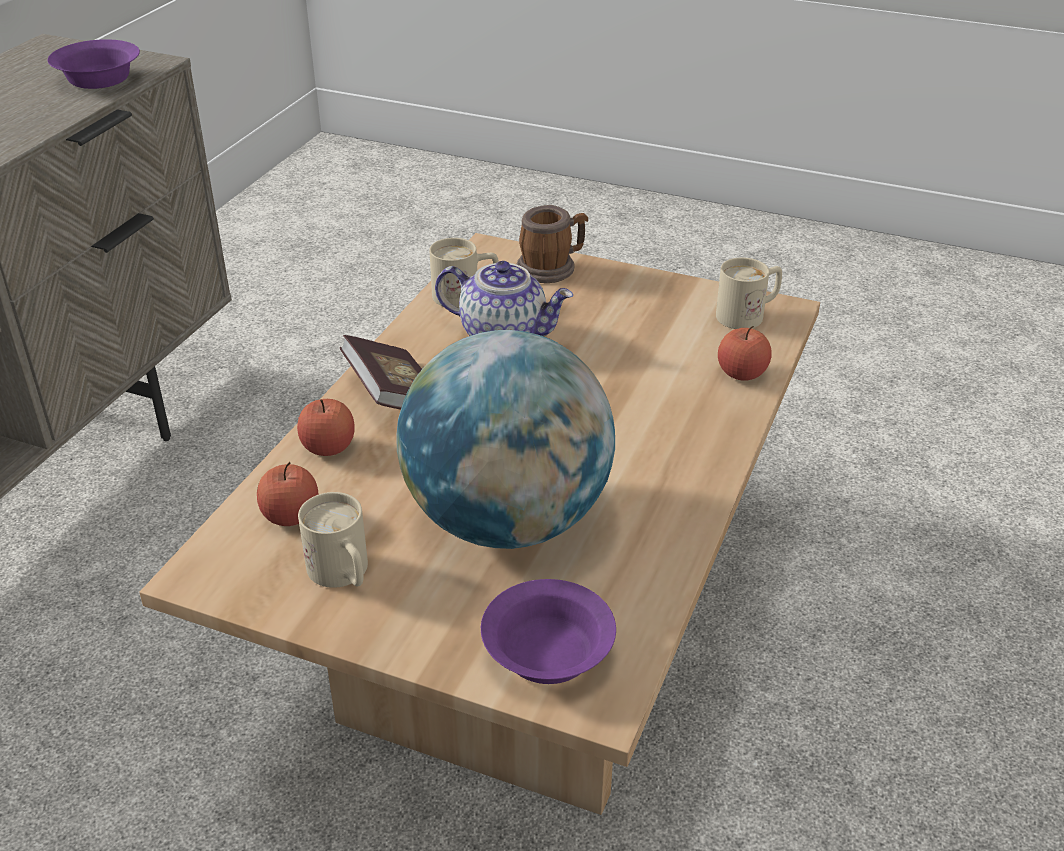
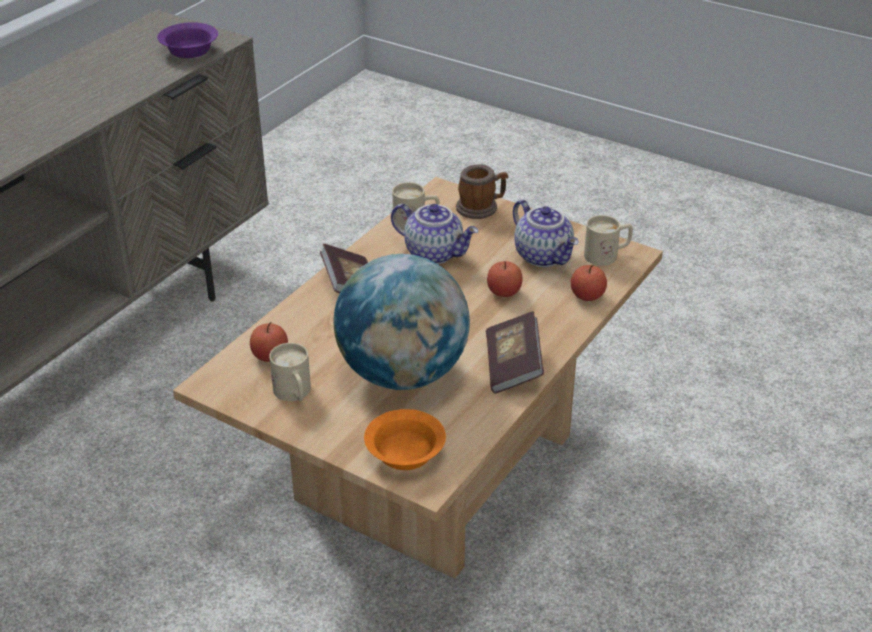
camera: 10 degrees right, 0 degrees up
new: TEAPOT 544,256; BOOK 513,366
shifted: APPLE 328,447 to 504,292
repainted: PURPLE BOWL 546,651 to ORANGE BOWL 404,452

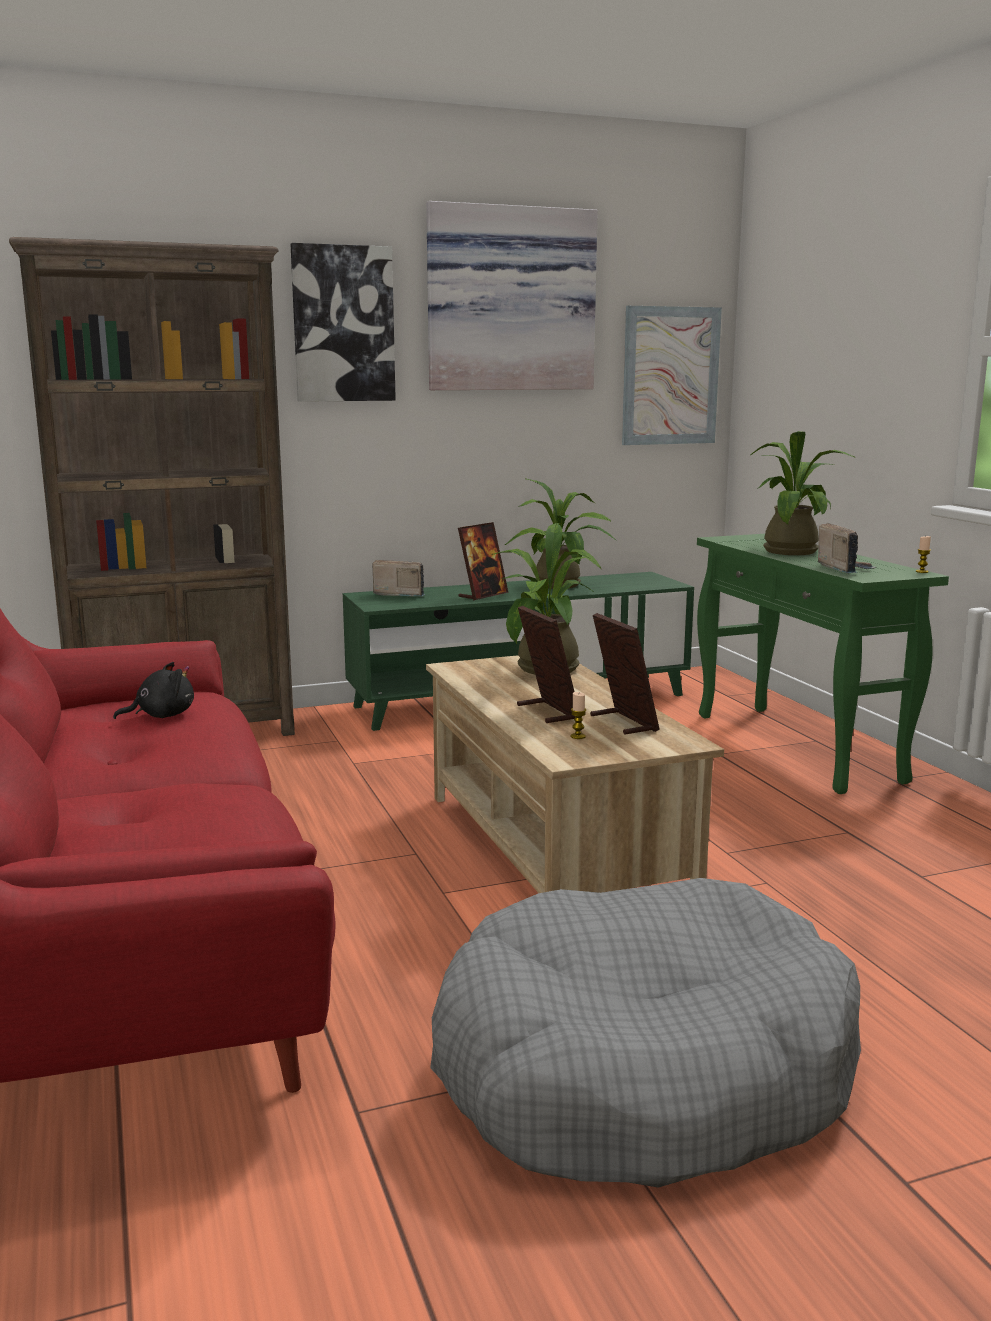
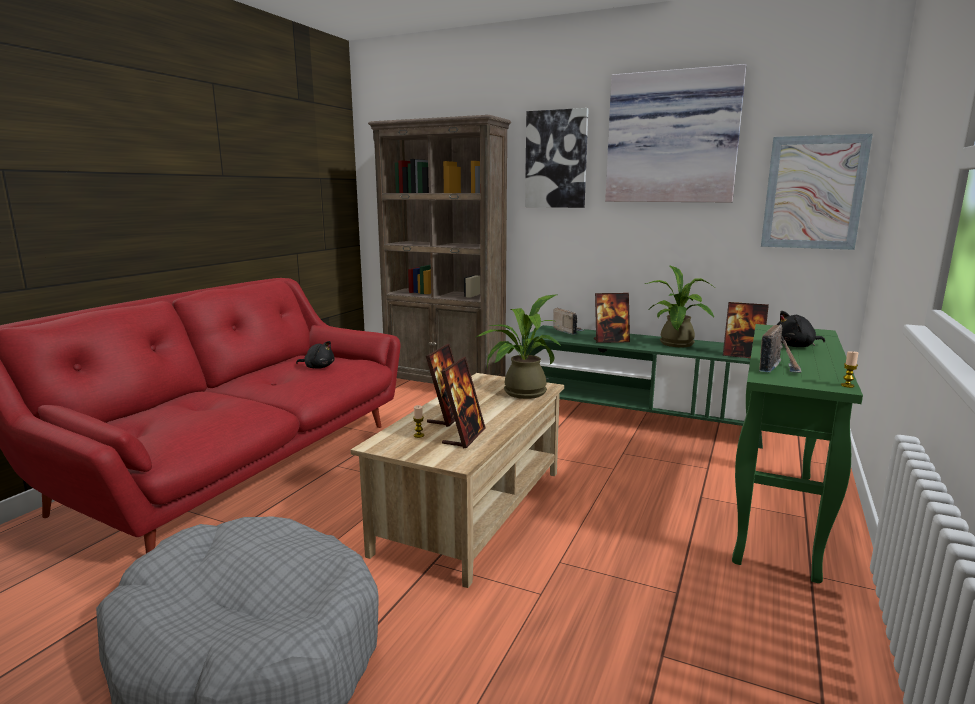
camera: 45 degrees right, 0 degrees up
new: PICTURE FRAME 742,355
swapped: POTTED PLANT 793,550 to BLACK PLUSH TOY 795,346

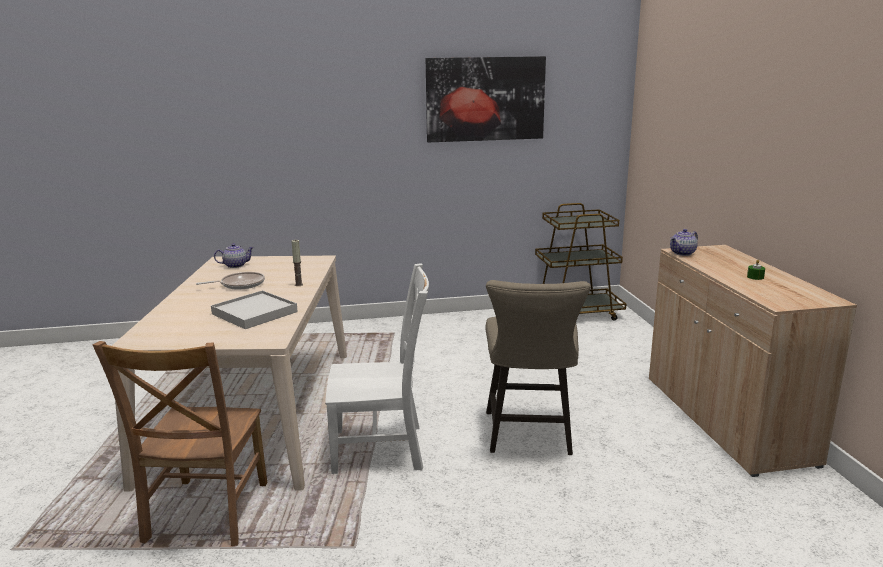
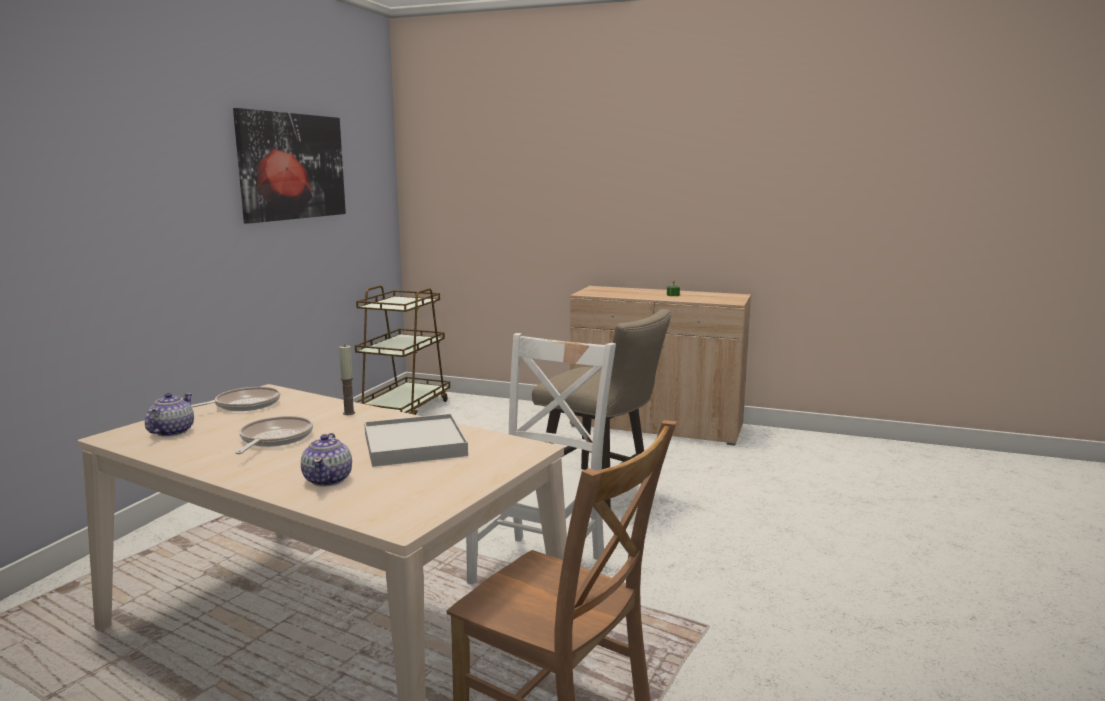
camera: 60 degrees left, 5 degrees down
new: FRYING PAN 243,405
shifted: TEAPOT 683,253 to 328,479

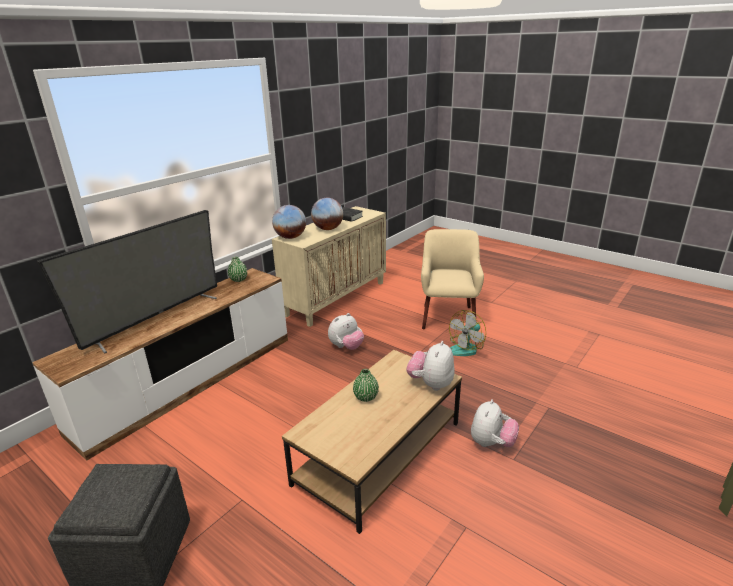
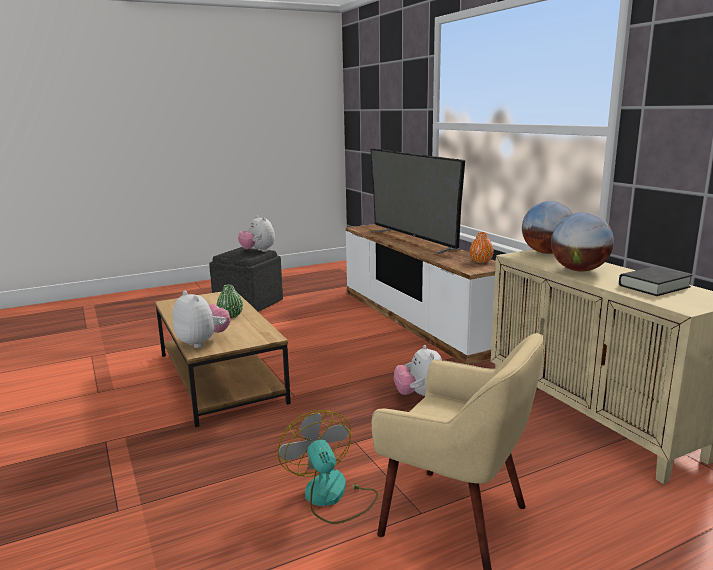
camera: 115 degrees right, 10 degrees down
shifted: PLUSH TOY 491,443 to 258,251
repainted: GREEN VASE 238,279 to ORANGE VASE 481,261

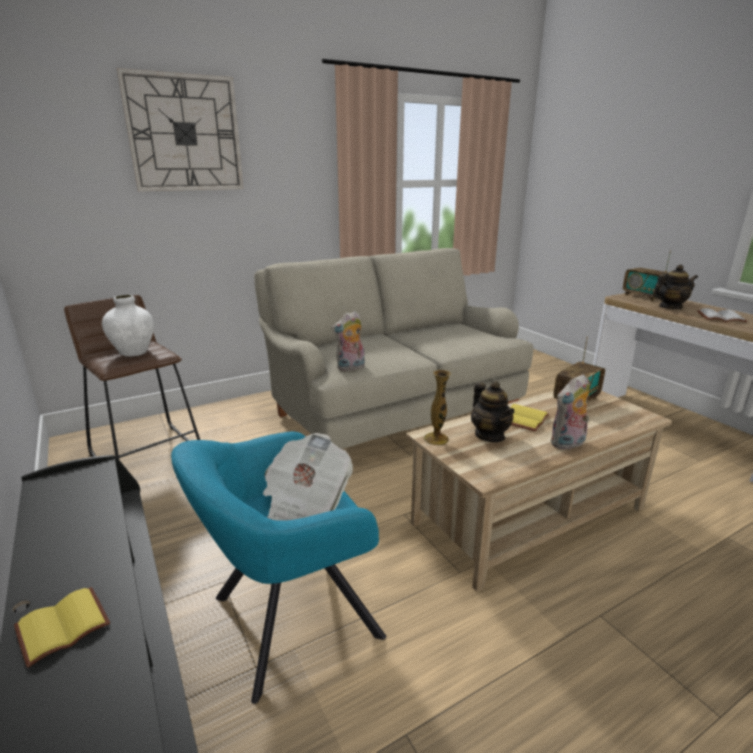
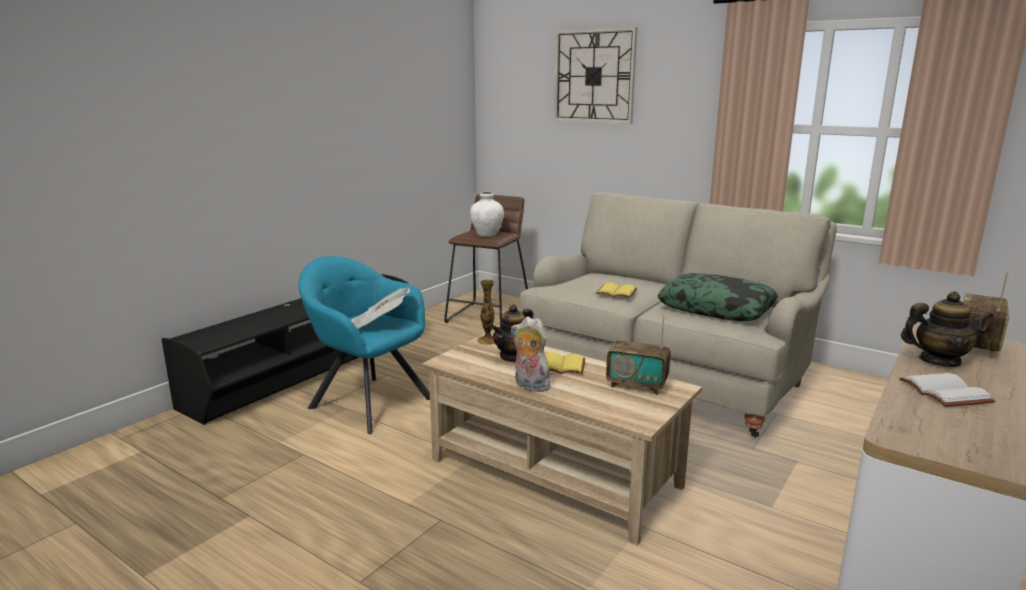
camera: 65 degrees right, 5 degrees down
gone: PLUSH TOY 350,368
new: PILLOW 716,308
shifted: YELLOW BOOK 64,624 to 617,292
rotated: TEAPOT 670,307 = 939,361 45 degrees counterclockwise

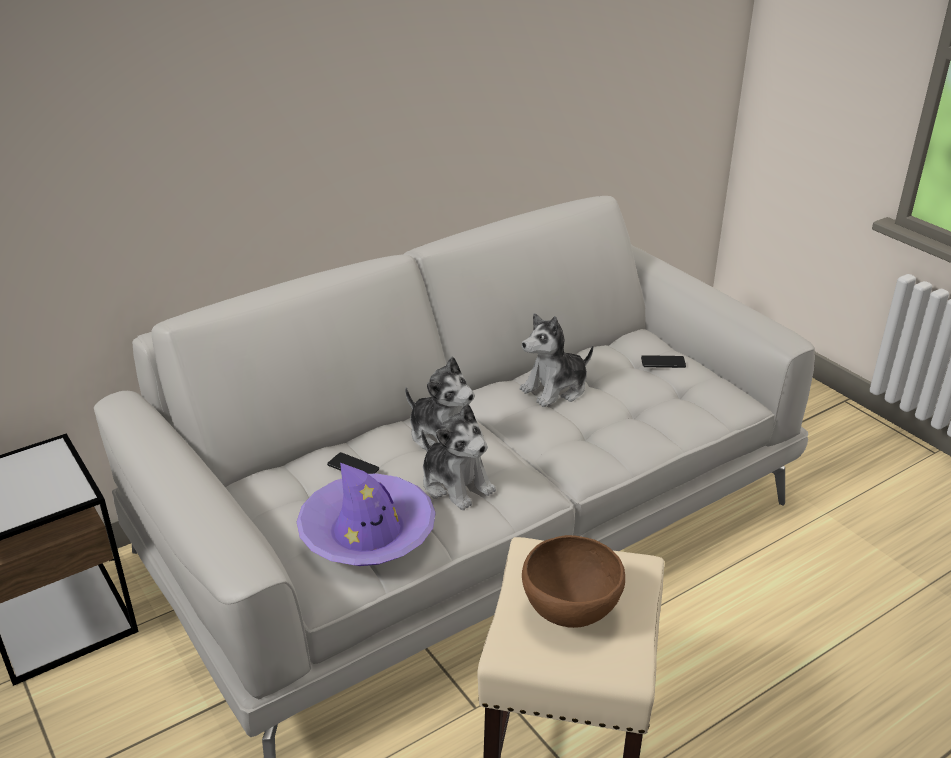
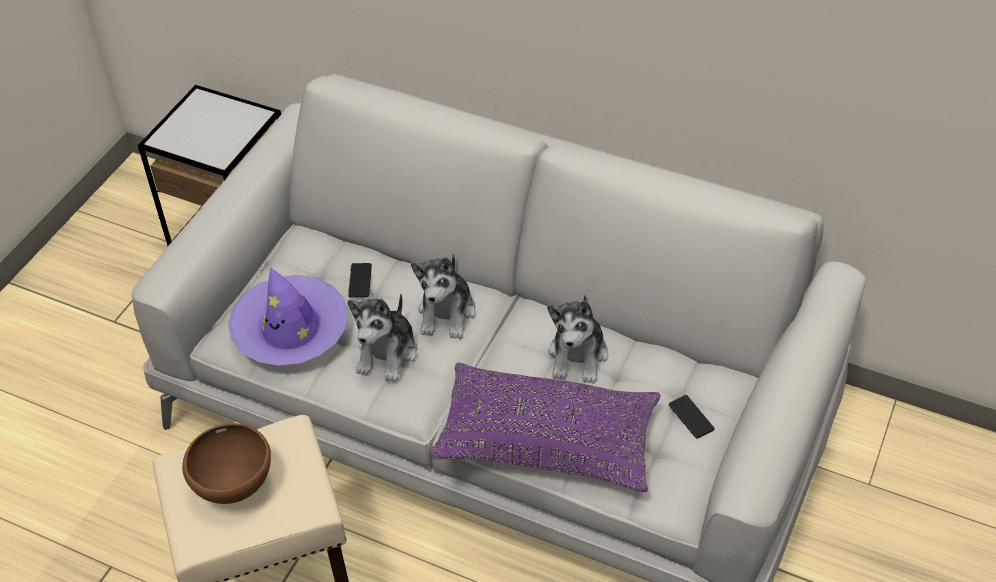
camera: 60 degrees right, 15 degrees up
new: PURPLE PILLOW 547,441
rotated: PLUSH TOY 555,389 = 578,355 105 degrees counterclockwise

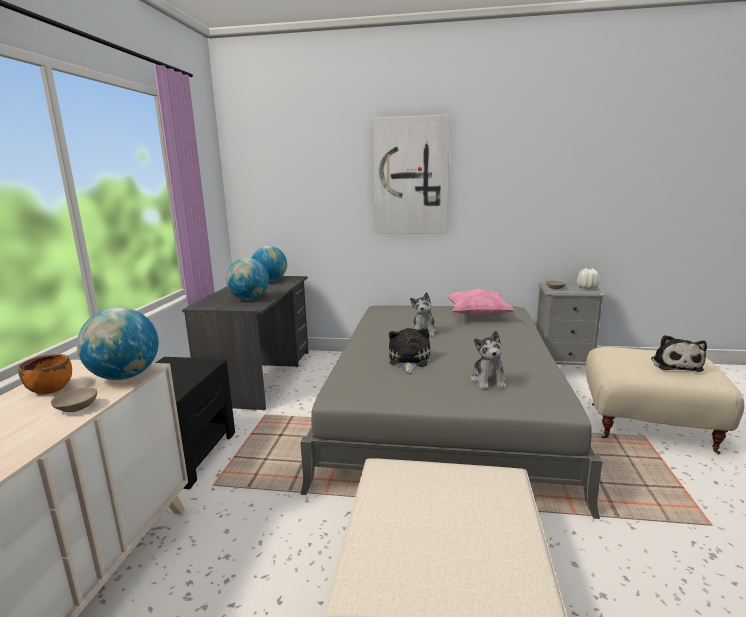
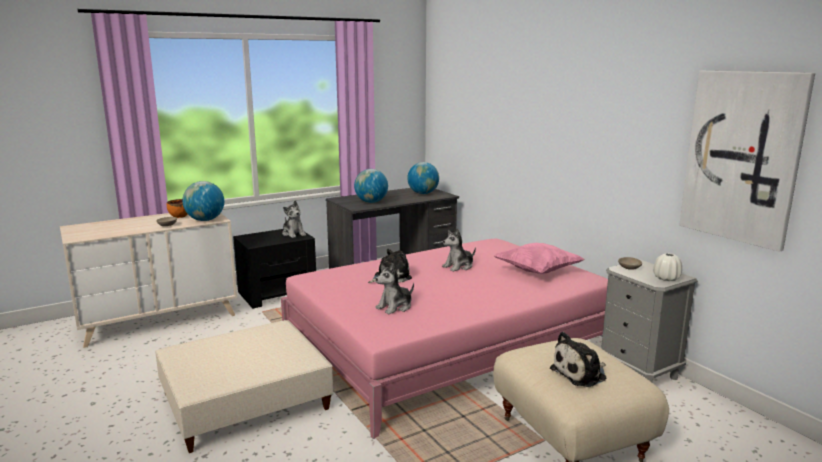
camera: 50 degrees right, 0 degrees up
new: PLUSH TOY 293,234
shifted: PICTURE 411,176 to 742,157
repainted: GREY BED 443,409 to PINK BED 448,342

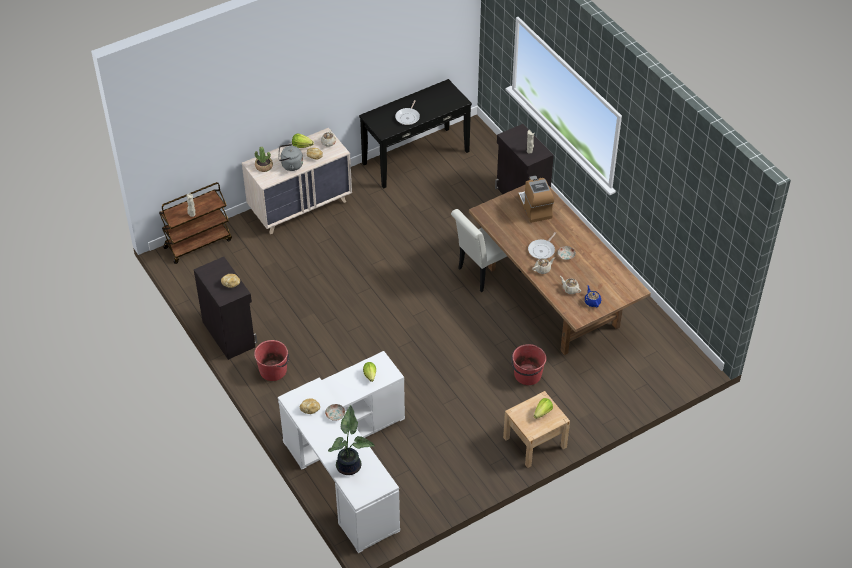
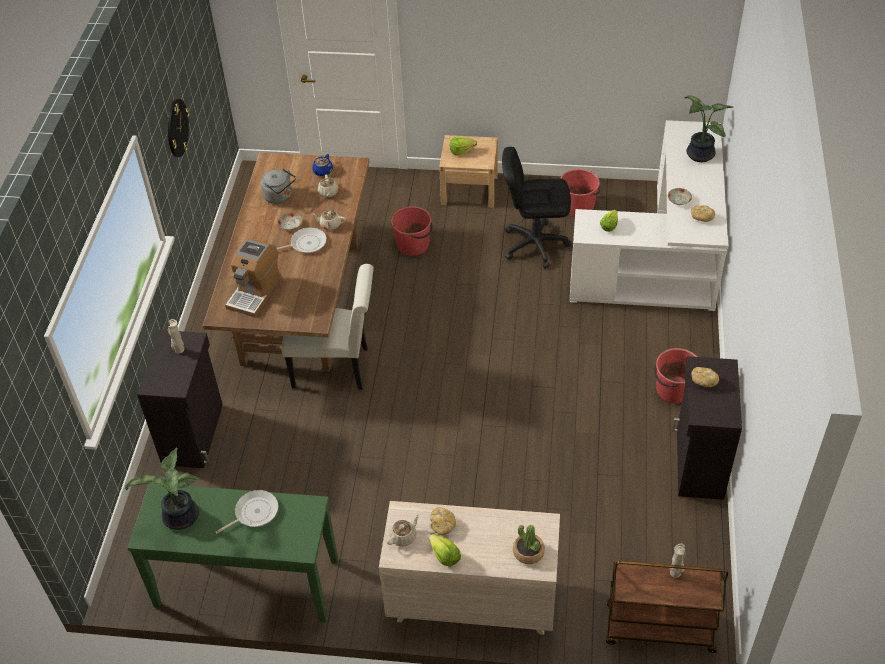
camera: 140 degrees left, 0 degrees up
new: WALL CLOCK 177,128; BLACK OFFICE CHAIR 535,244; RED BUCKET 578,206; POTTED PLANT 180,518
shifted: GREY KETTLE 290,165 to 280,197
repainted: BLACK CONSOLE TABLE 415,157 to GREEN CONSOLE TABLE 247,583

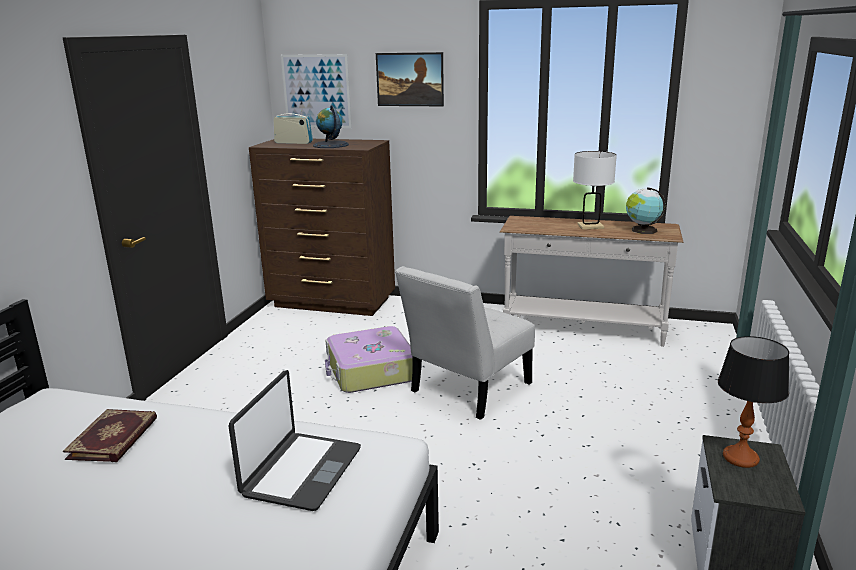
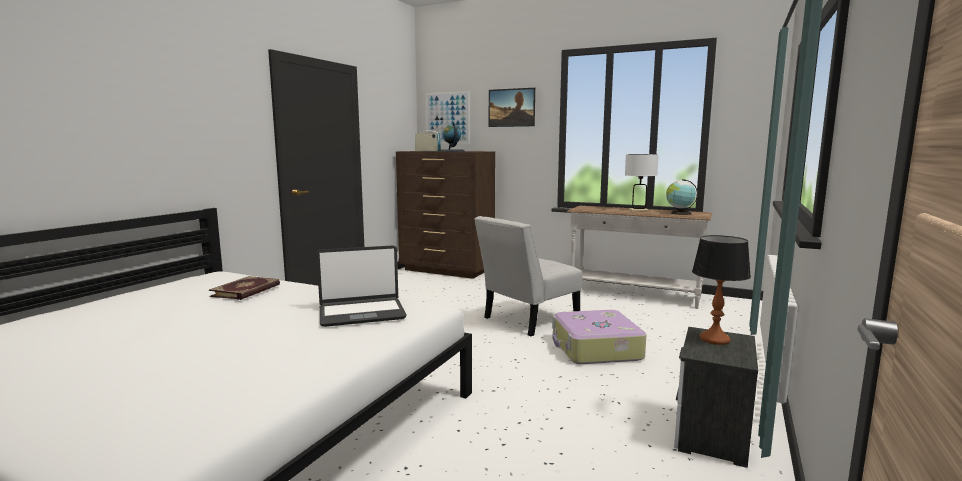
camera: 10 degrees right, 10 degrees down
shifted: SUITCASE 370,371 to 595,349
rotated: LAPTOP 301,471 = 362,313 45 degrees clockwise

